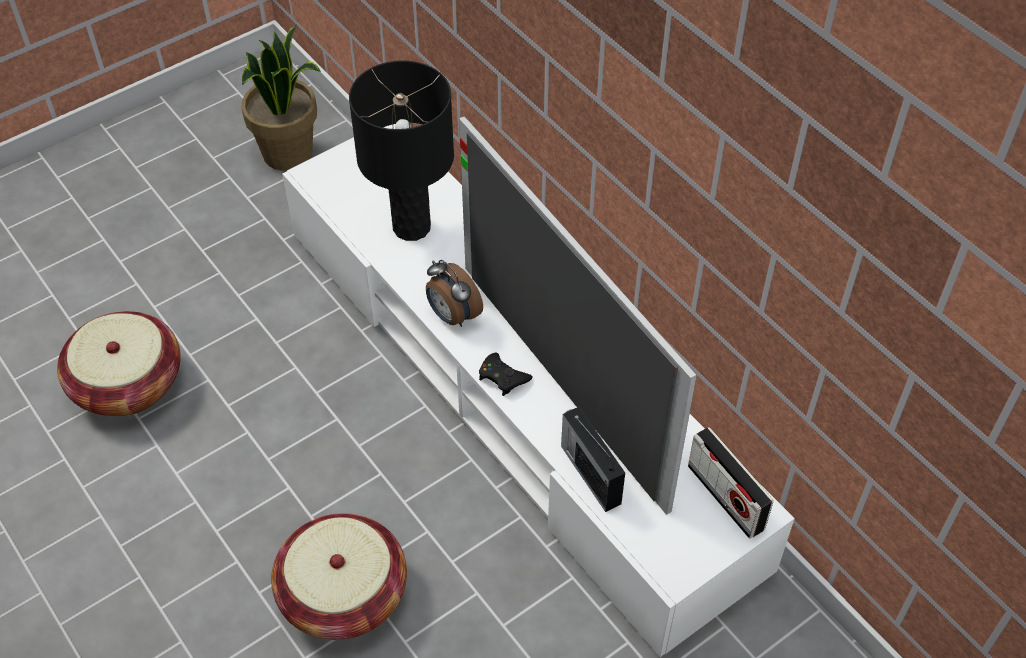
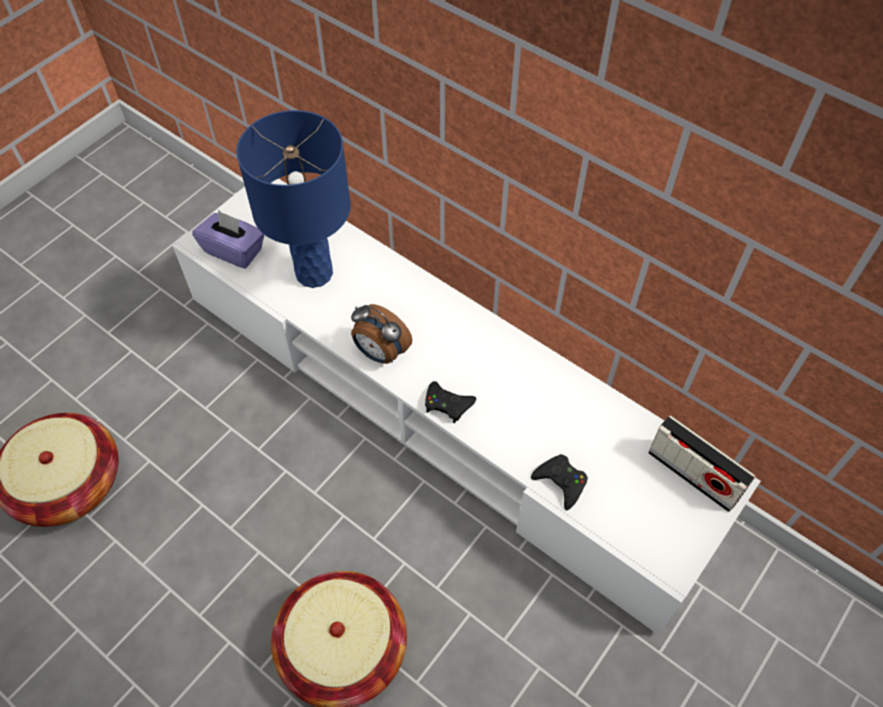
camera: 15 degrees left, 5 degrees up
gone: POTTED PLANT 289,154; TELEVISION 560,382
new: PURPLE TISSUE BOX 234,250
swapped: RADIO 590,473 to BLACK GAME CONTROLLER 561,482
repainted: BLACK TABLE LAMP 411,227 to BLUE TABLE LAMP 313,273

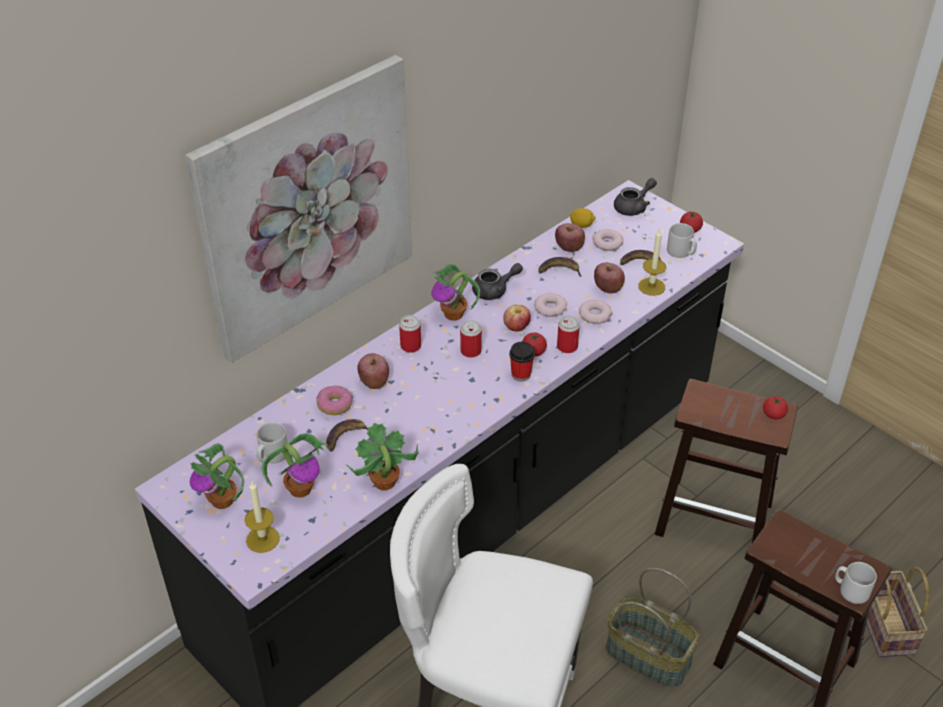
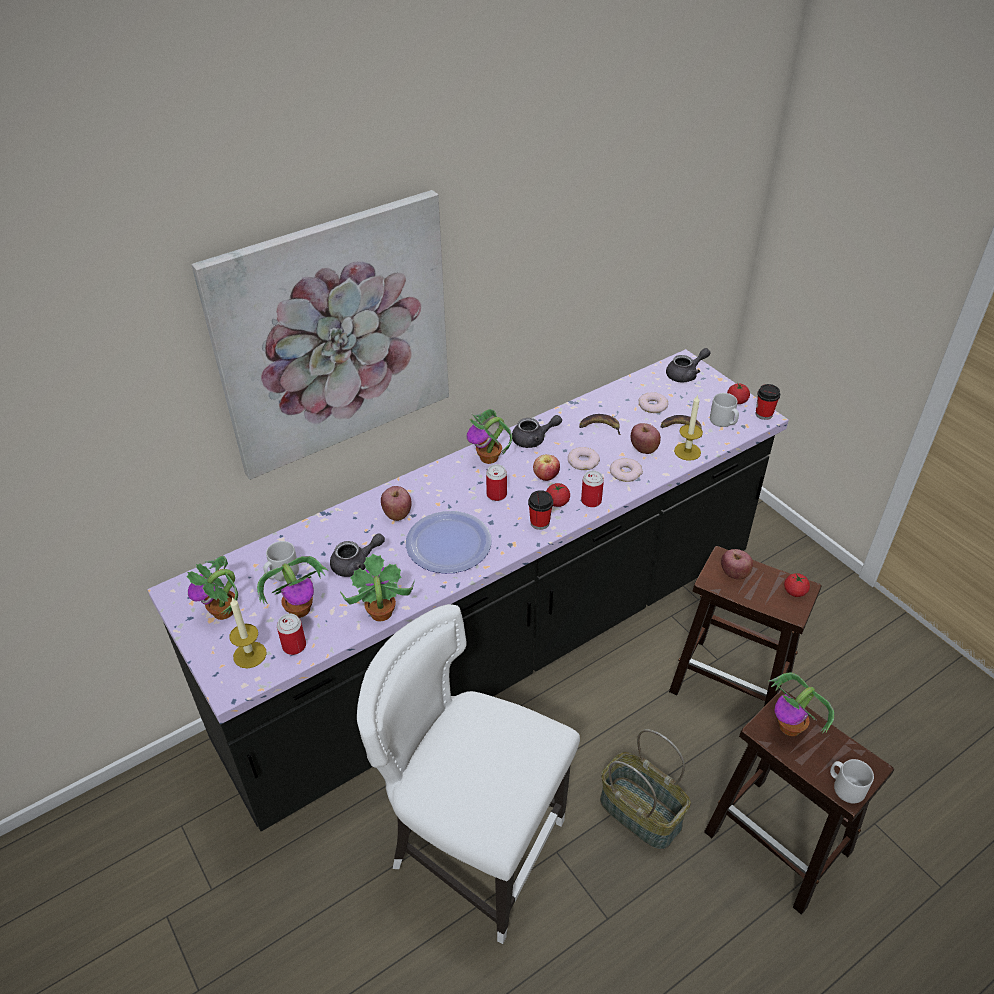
camera: 10 degrees right, 0 degrees up
gone: LEMON 582,225; DONUT 335,405; BASKET 887,627
new: CUP 764,414; PLATE 448,544; POTTED PLANT 791,727
shifted: APPLE 569,248 to 734,573; CAN 410,346 to 294,646
swapped: BANANA 346,437 to GREY TEAPOT 356,564

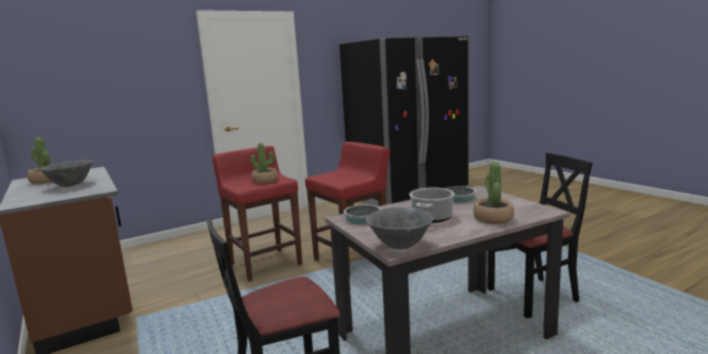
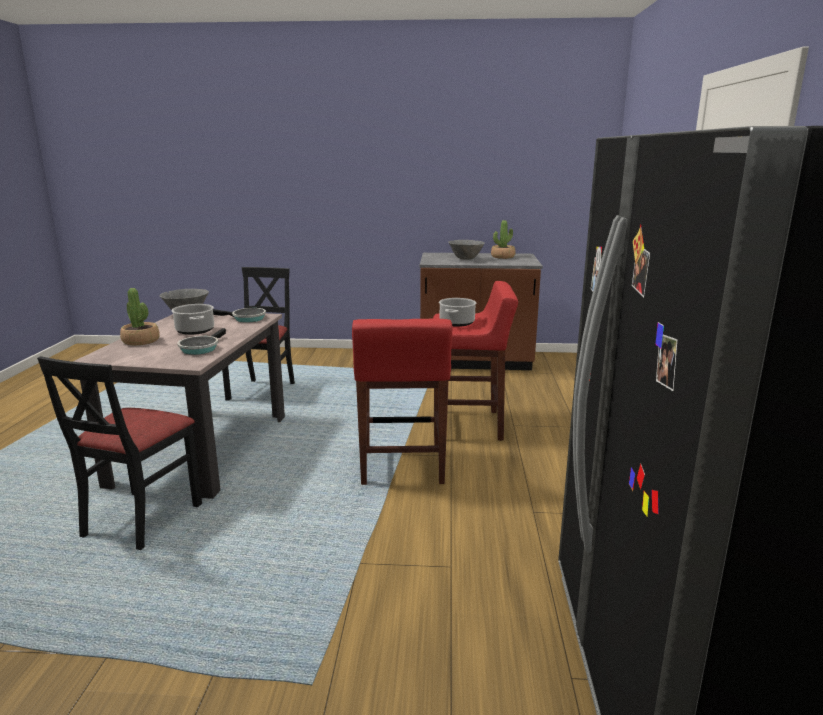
camera: 125 degrees right, 5 degrees up
swapped: POTTED PLANT 265,181 to COOKING POT 457,323

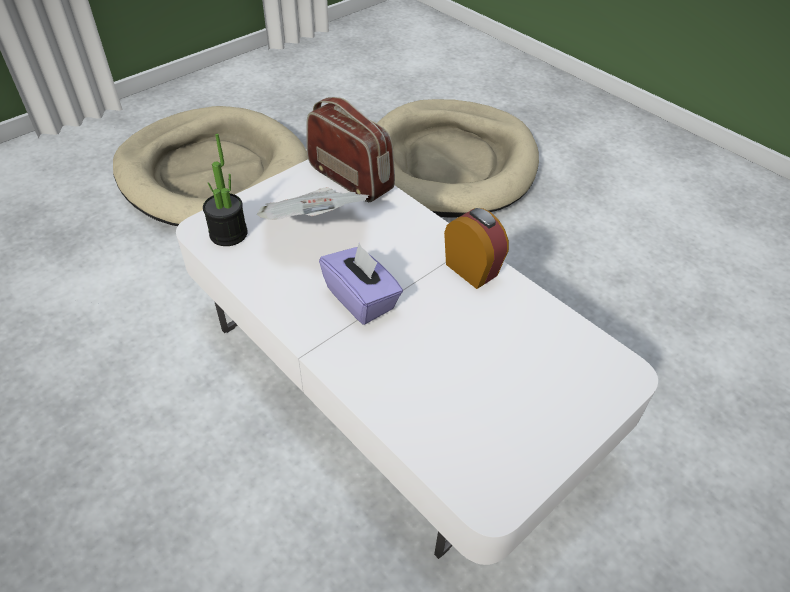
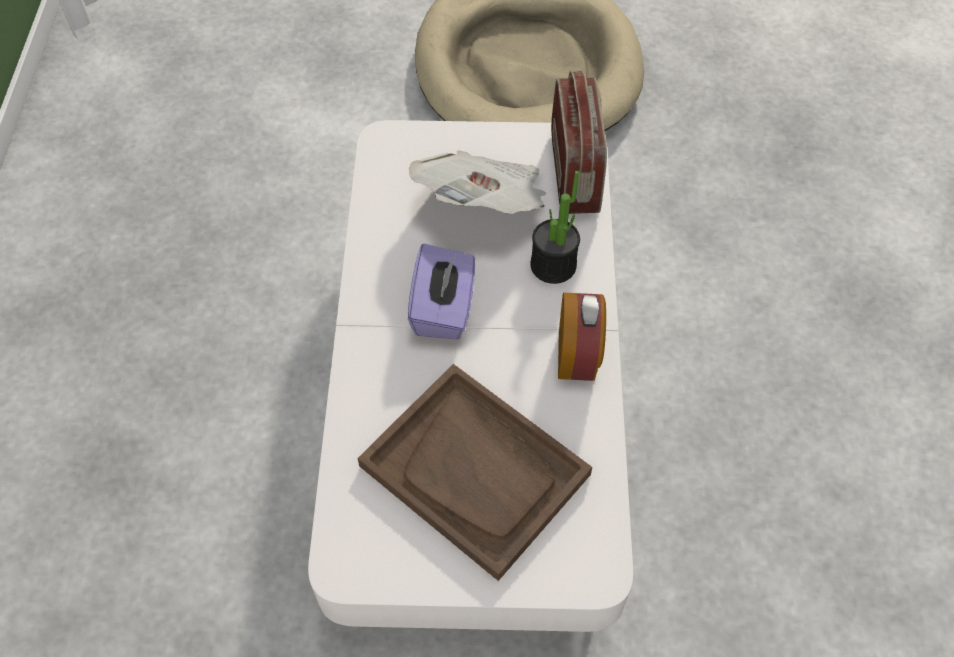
camera: 45 degrees right, 10 degrees up
gone: BEIGE DOG BED 450,163
new: BROWN TRAY 475,470
shifted: POTTED PLANT 228,234 to 553,265

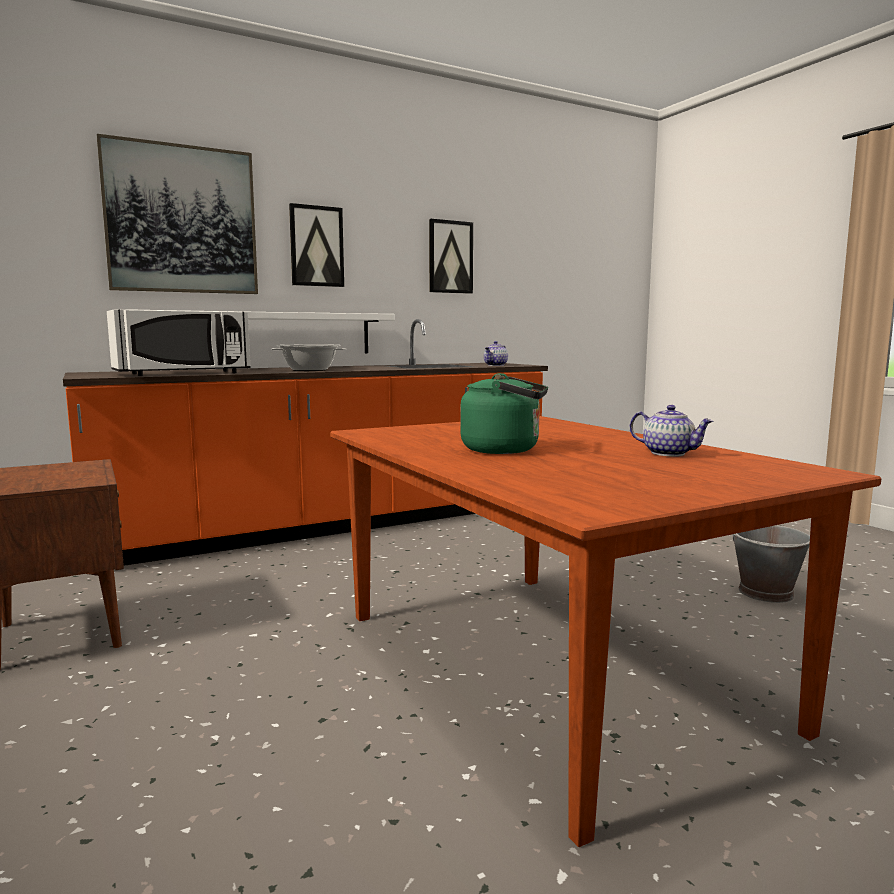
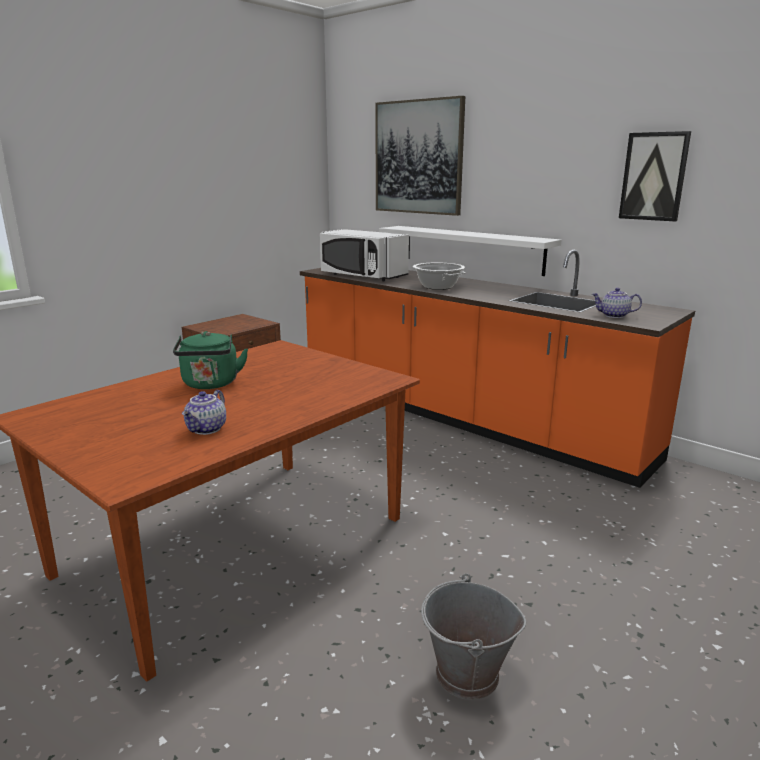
camera: 70 degrees right, 10 degrees up
gone: PICTURE 316,246

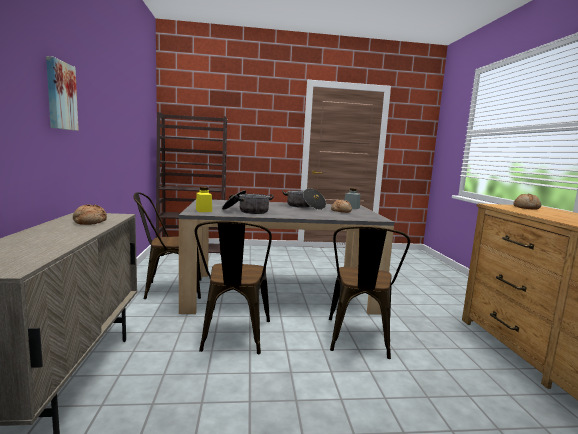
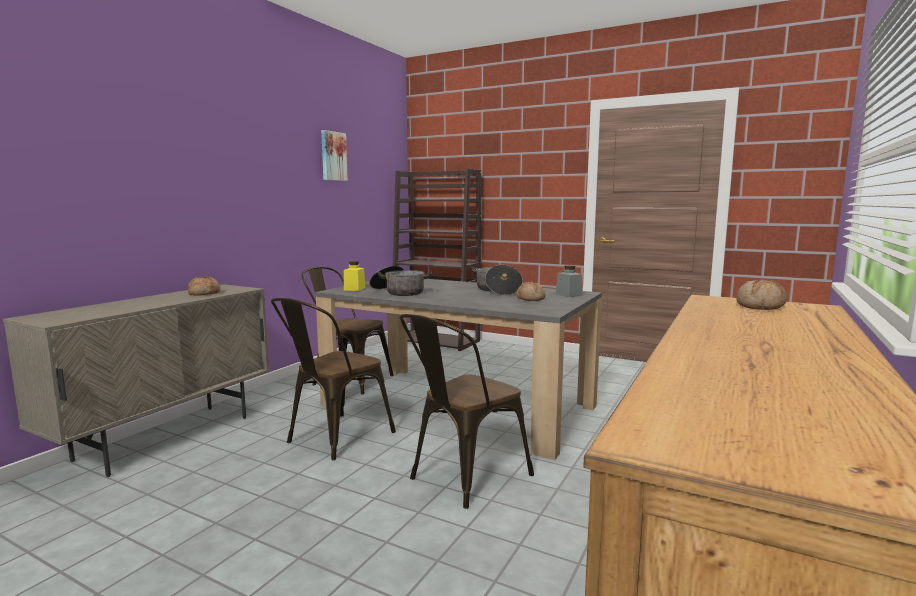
camera: 35 degrees right, 0 degrees up
shifted: PICTURE 60,95 to 333,156

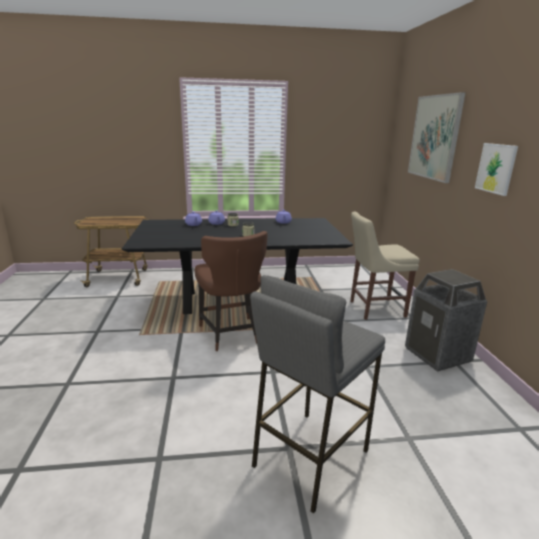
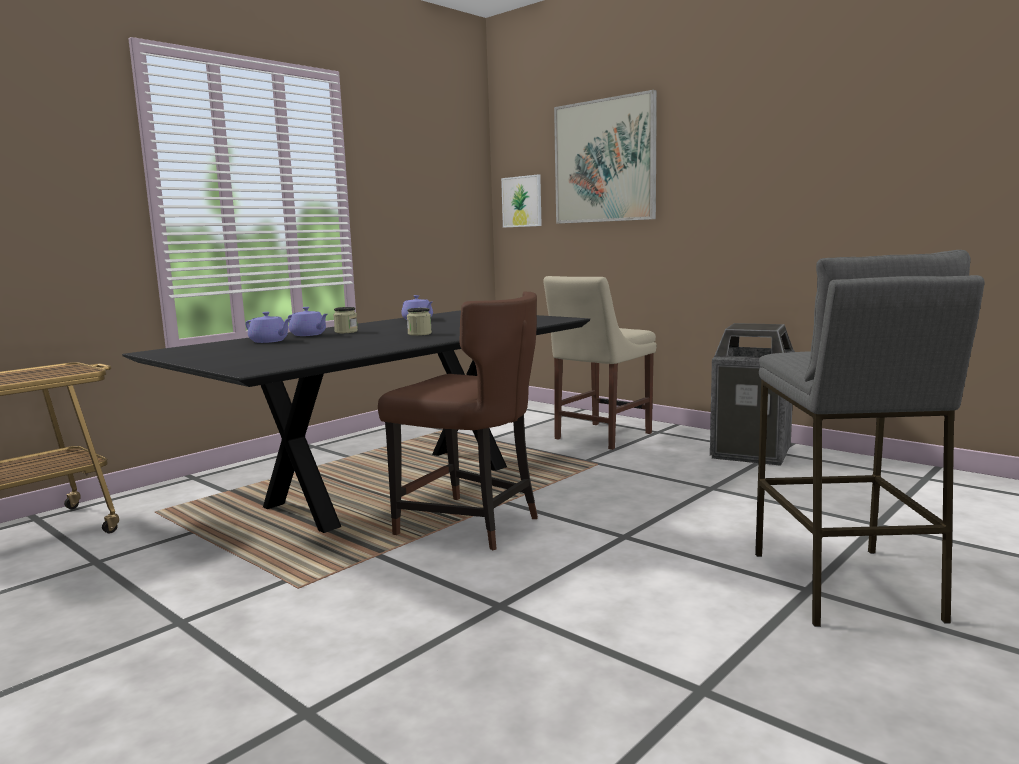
camera: 40 degrees left, 10 degrees down
shifted: PICTURE 496,168 to 522,201

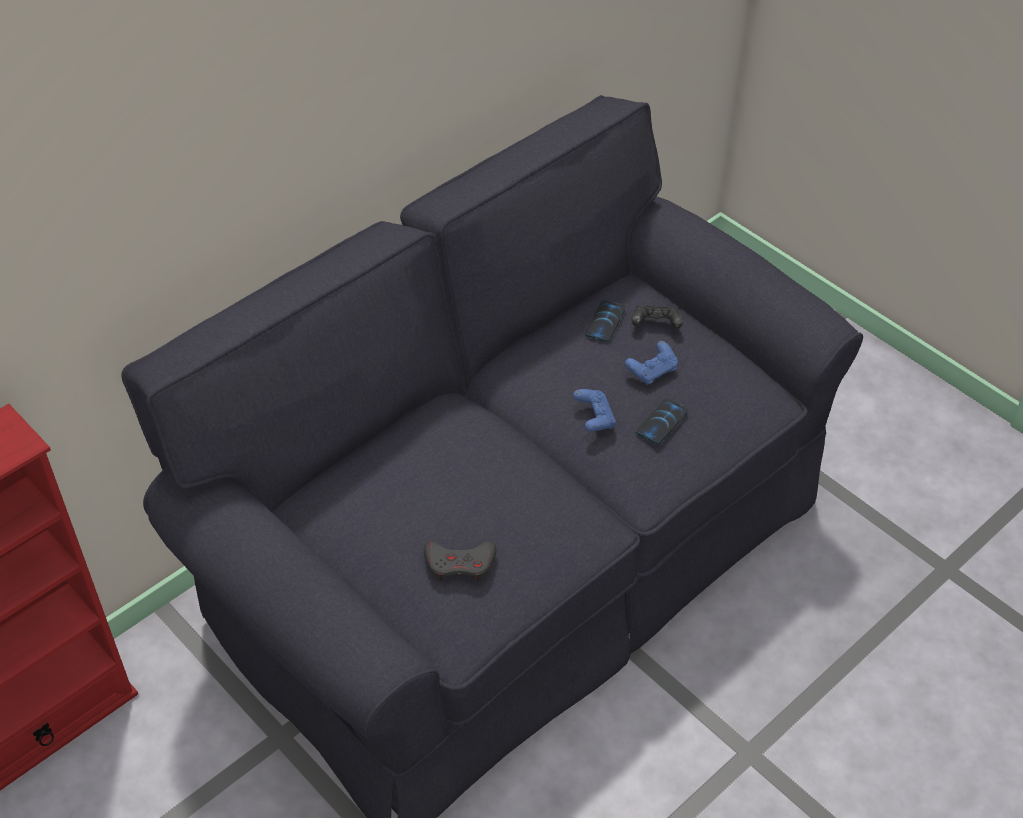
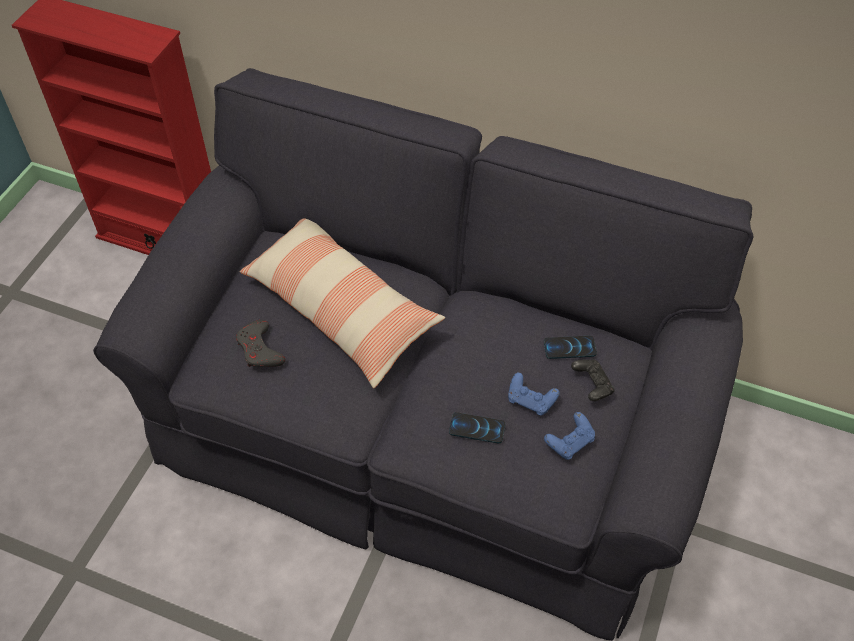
camera: 65 degrees right, 5 degrees up
new: PILLOW 340,309
shifted: BLUE GAME CONTROLLER 594,418 to 570,442

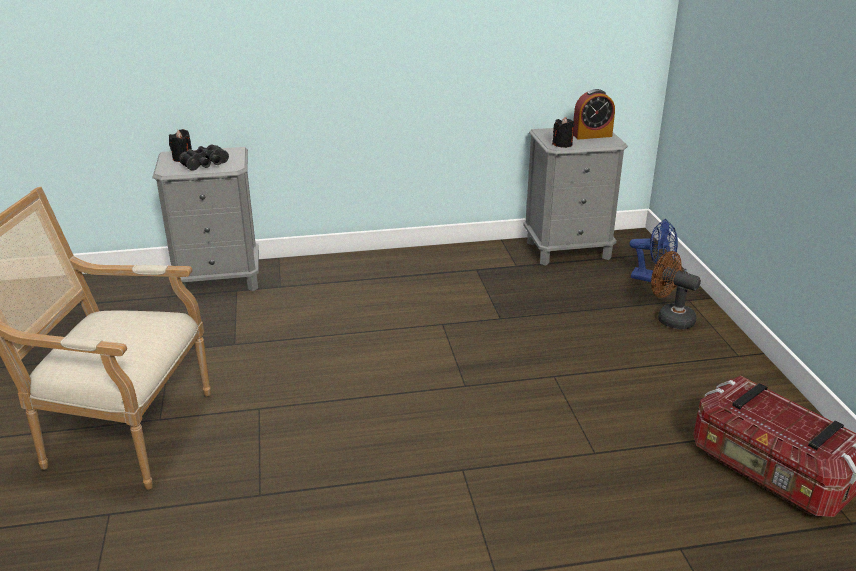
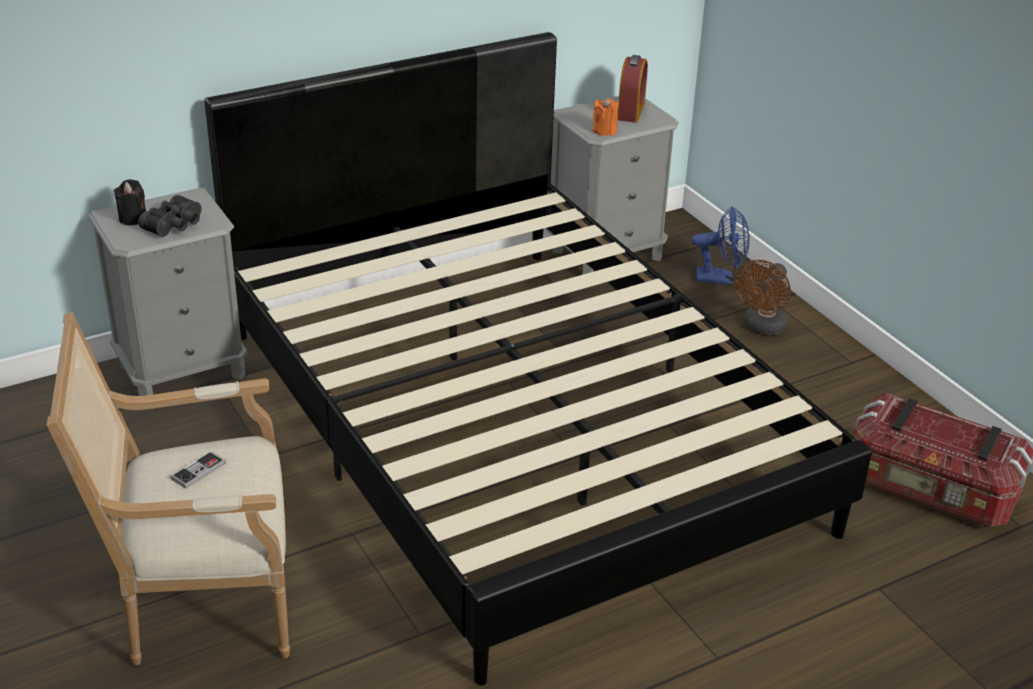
camera: 20 degrees left, 5 degrees up
new: BLACK BED 514,425; GAME CONTROLLER 198,471
repainted: BLACK CANDLE 562,144 to ORANGE CANDLE 604,131
rotated: ALARM CLOCK 592,135 = 631,111 45 degrees counterclockwise; BROWN FAN 669,318 = 761,328 75 degrees counterclockwise

